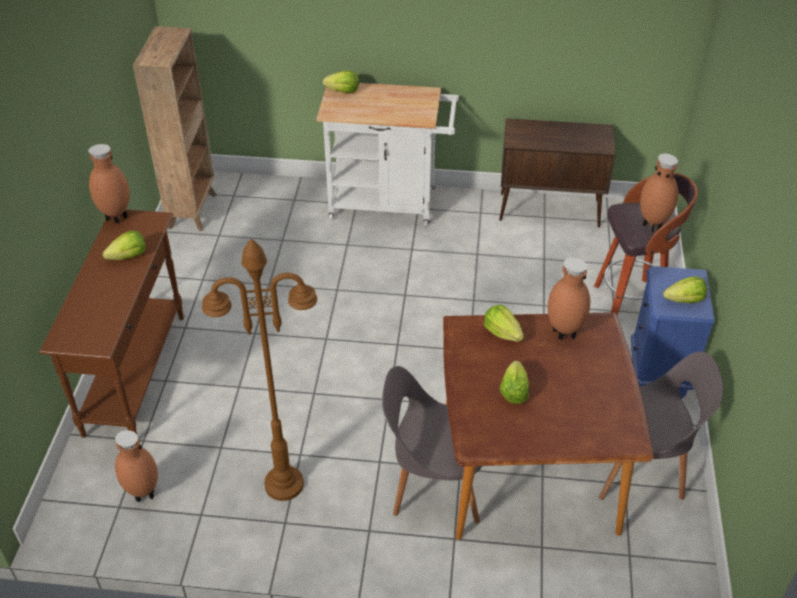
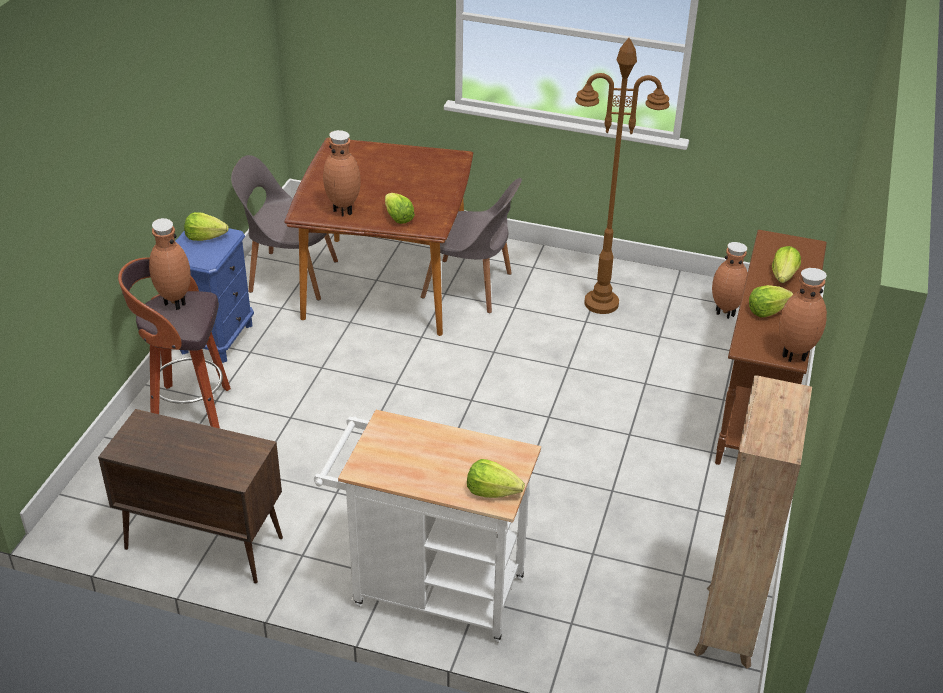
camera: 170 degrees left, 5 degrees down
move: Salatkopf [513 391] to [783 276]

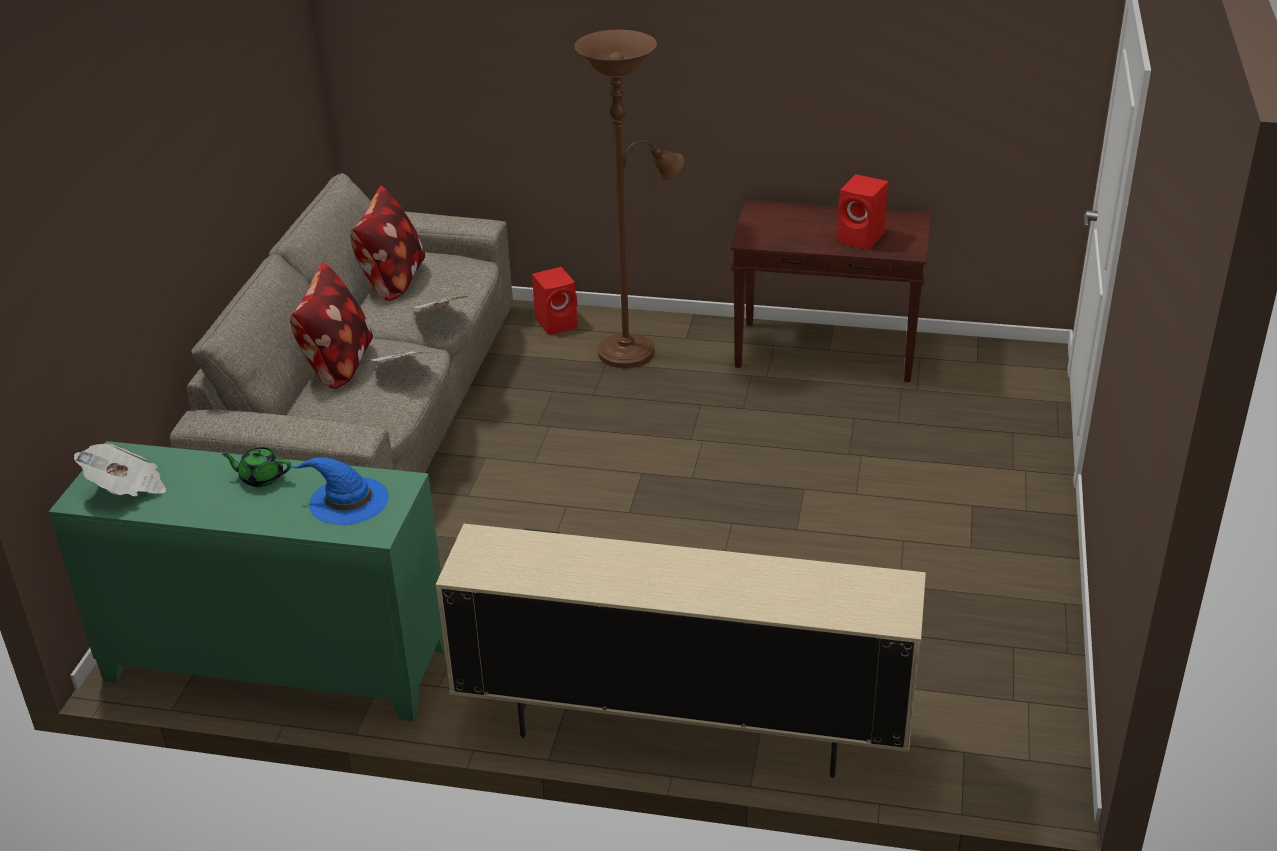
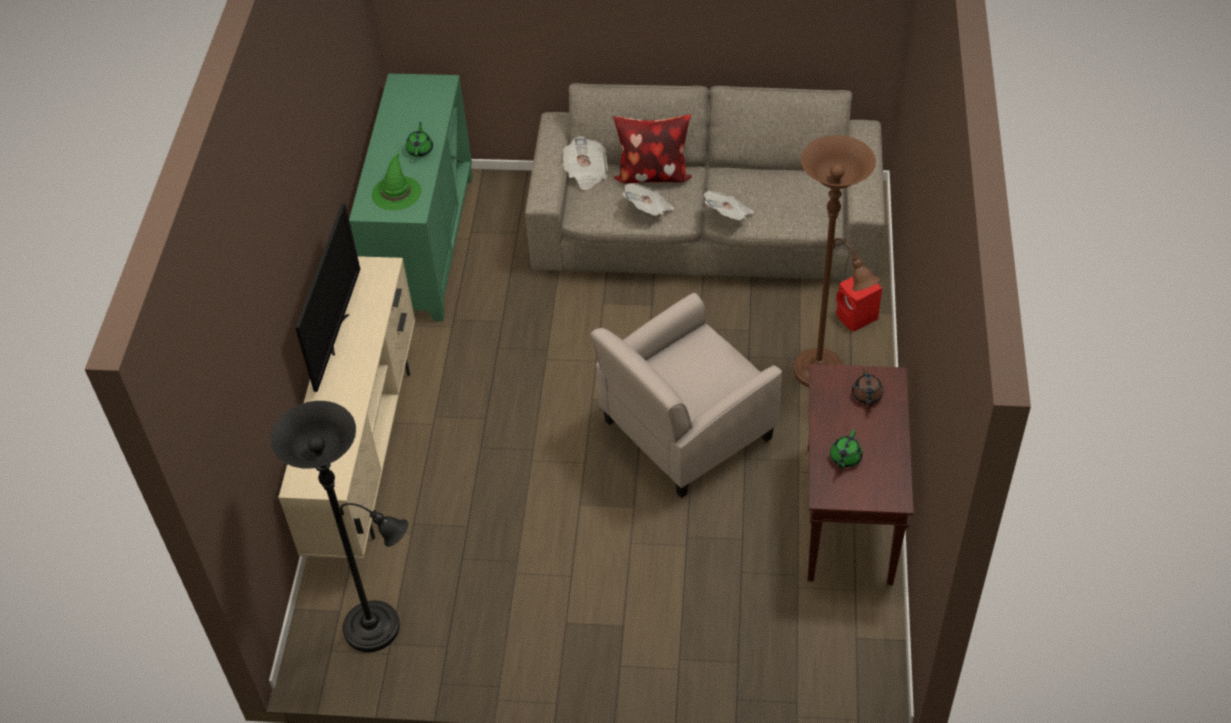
camera: 85 degrees right, 15 degrees up
delete: Kissen [391 281]
insert: Stehlampe/schwarz [379 629]; Fernseher [336 334]; Sessel/beige [685 431]; Teekanne/braun [867 396]
move: Zeitung [127 488] to [586 173]
replace: Lautsprecher/rot [862 238] to Teekanne/grün [845 458]
recolor: Hut/blau [347 501] to Hut/grün [396 192]

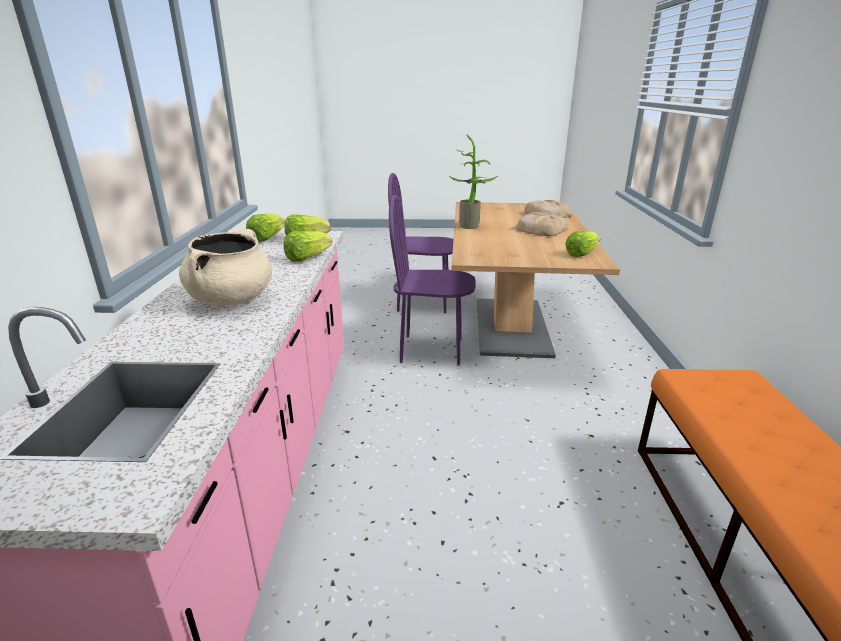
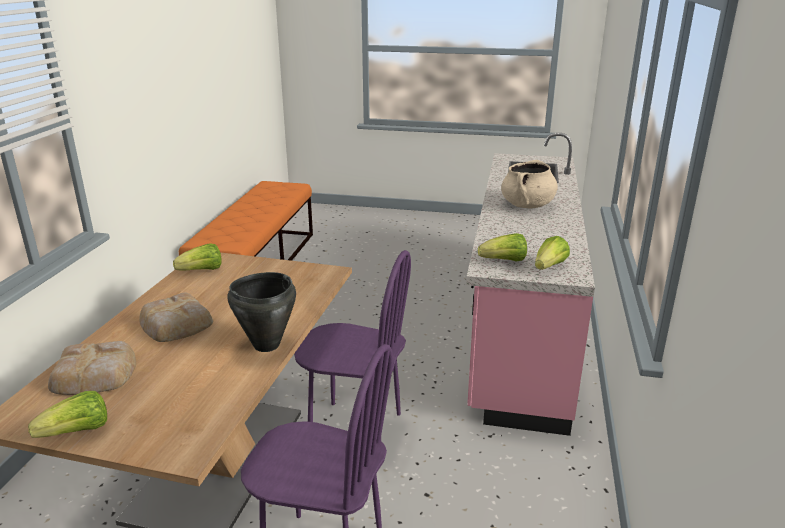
camera: 170 degrees left, 0 degrees up
move: Salatkopf [307 258] to [77 432]
replace: Topfpflanze [471 226] to Kochtopf/schwarz [266 345]

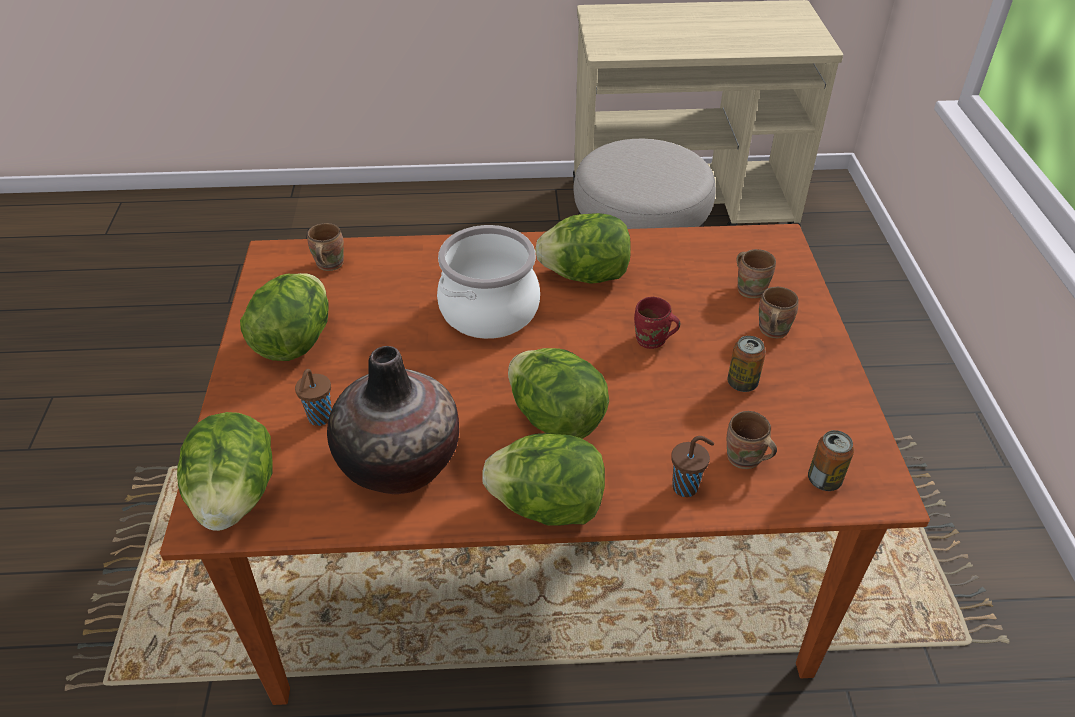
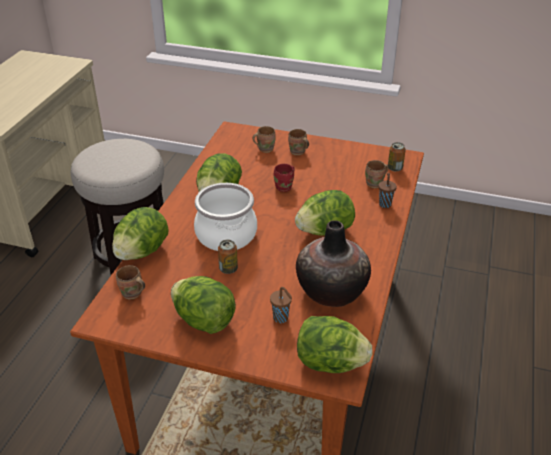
camera: 70 degrees left, 5 degrees down
move: Salatkopf [548 507] to [142 252]; Dose [742 383] to [228 269]

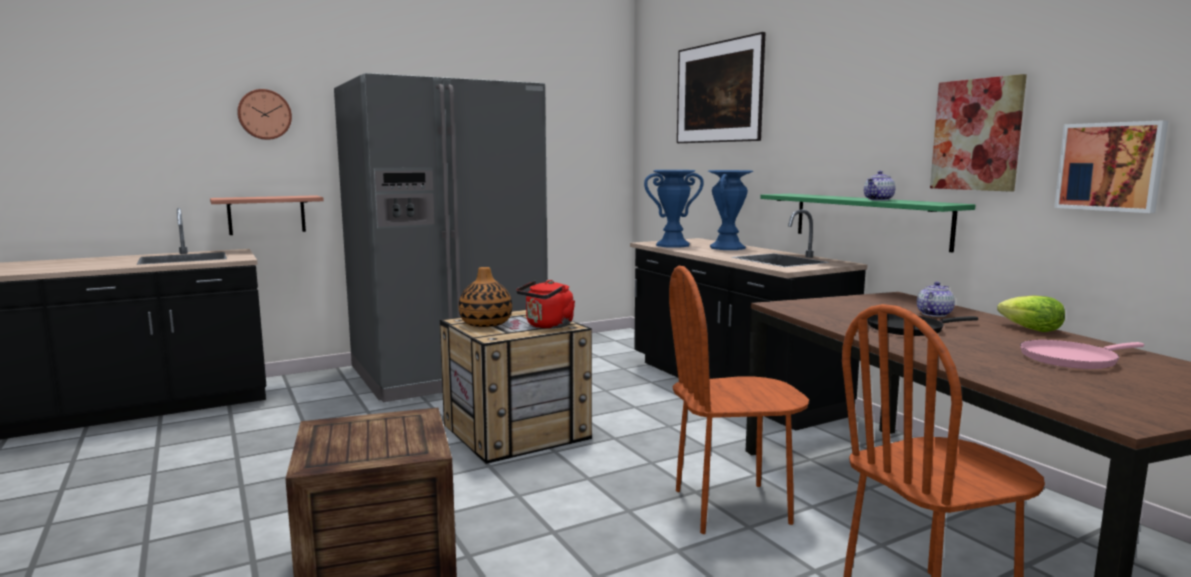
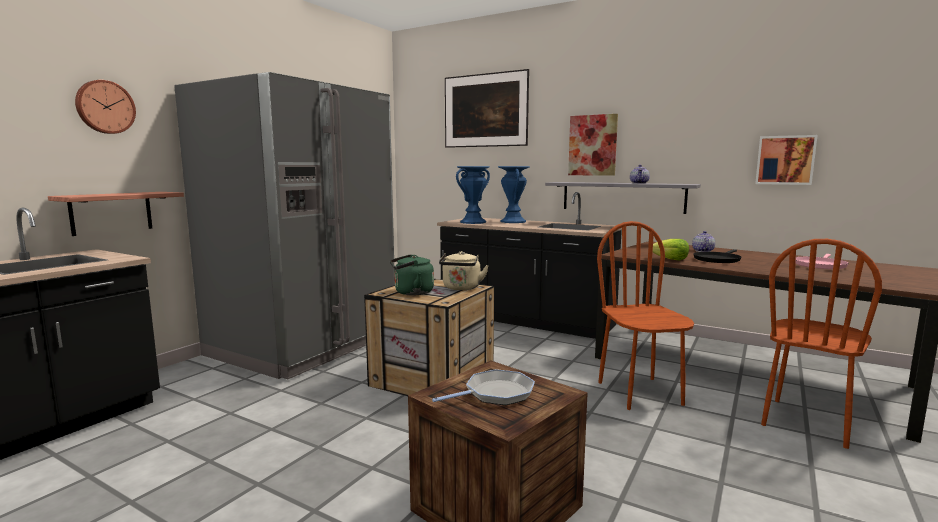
camera: 30 degrees left, 0 degrees up
insert: Pfanne [496 394]
move: Bild [977 135] to [592 145]; Salatkopf [1031 329] to [670 259]
replace: Vase [485 324] to Wasserkessel/grün [411 293]
recolor: Wasserkessel/rot [547 326] to Wasserkessel/beige [461 288]; Wandregal/grün [869 220] to Wandregal/grau [622 197]
rotate: Stuhl/braun [731 507] = [640 393] 120 degrees clockwise

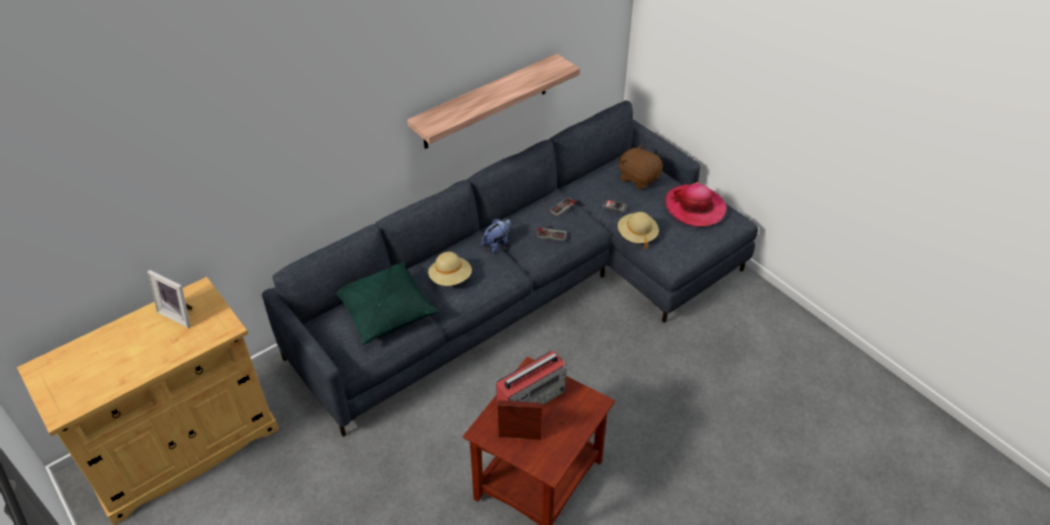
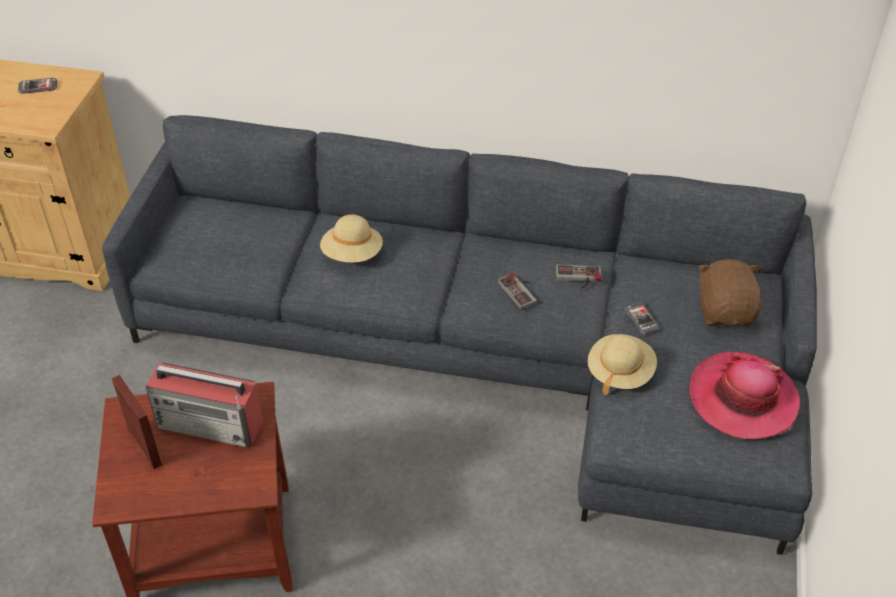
camera: 50 degrees right, 0 degrees up
delete: Kissen/grün [385 311]; Wandregal [486 102]; Plüschtier [497 243]
replace: Bilderrahmen [179 314] to Handy [38 87]

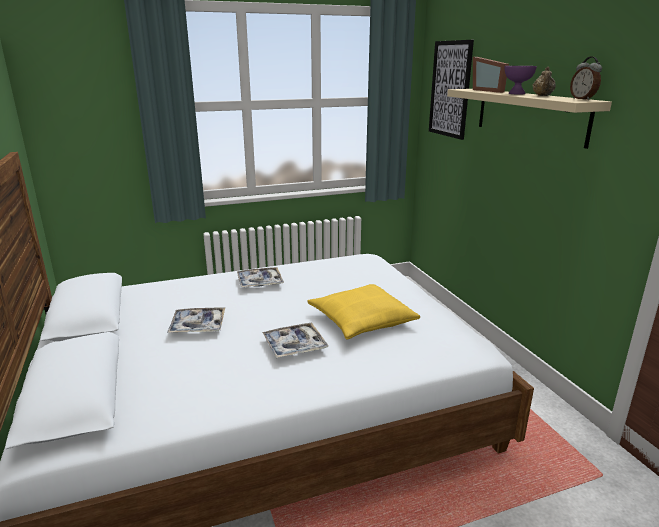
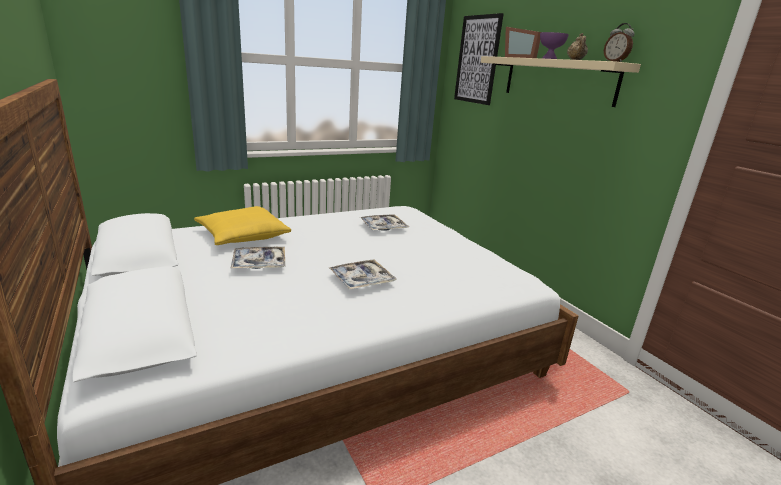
camera: 10 degrees left, 0 degrees up
move: Kissen/gelb [361 320] to [242 235]; Tablett [260 282] to [383 227]

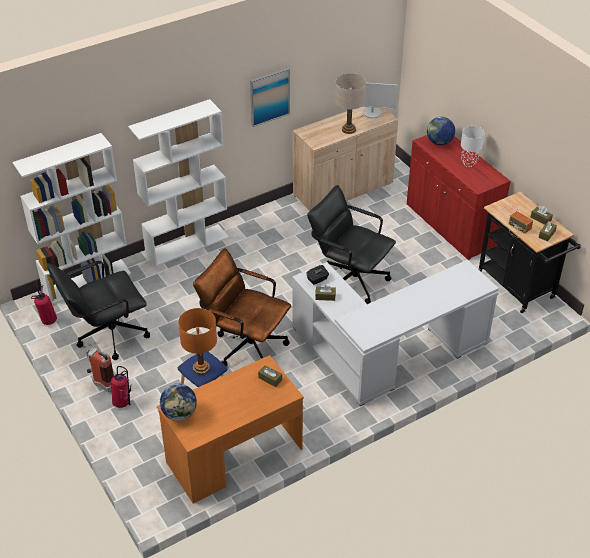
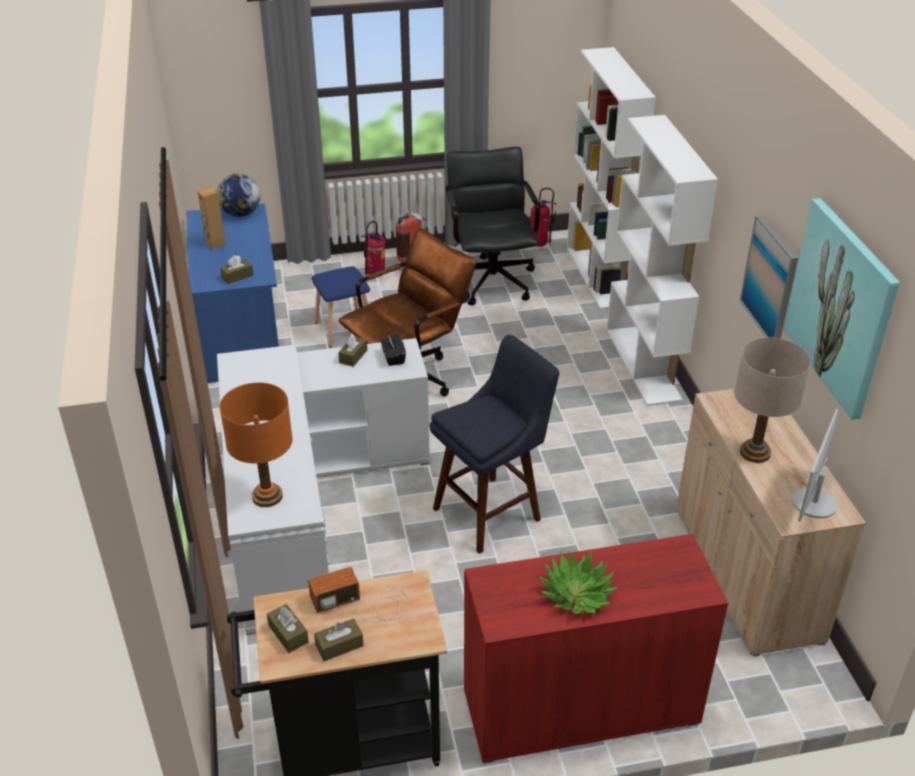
camera: 110 degrees right, 5 degrees down
delete: Globus [439 142]
insert: Lautsprecher/braun [215 243]; Bild [841 306]
move: Tischlampe/orange [201 368] to [267 496]
replace: Bürostuhl/schwarz [349 278] to Hocker/blau [492 511]; Tischlampe/weiß [468 163] to Topfpflanze [576 594]
recolor: Schreibtisch/orange [234 455] to Schreibtisch/blau [241 333]

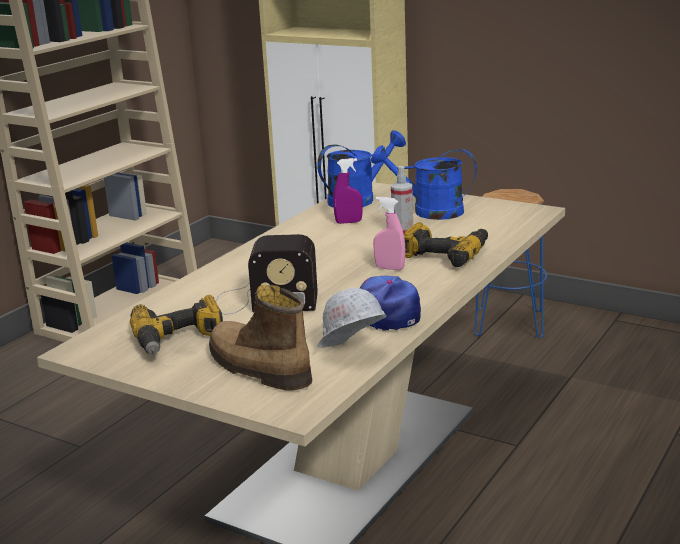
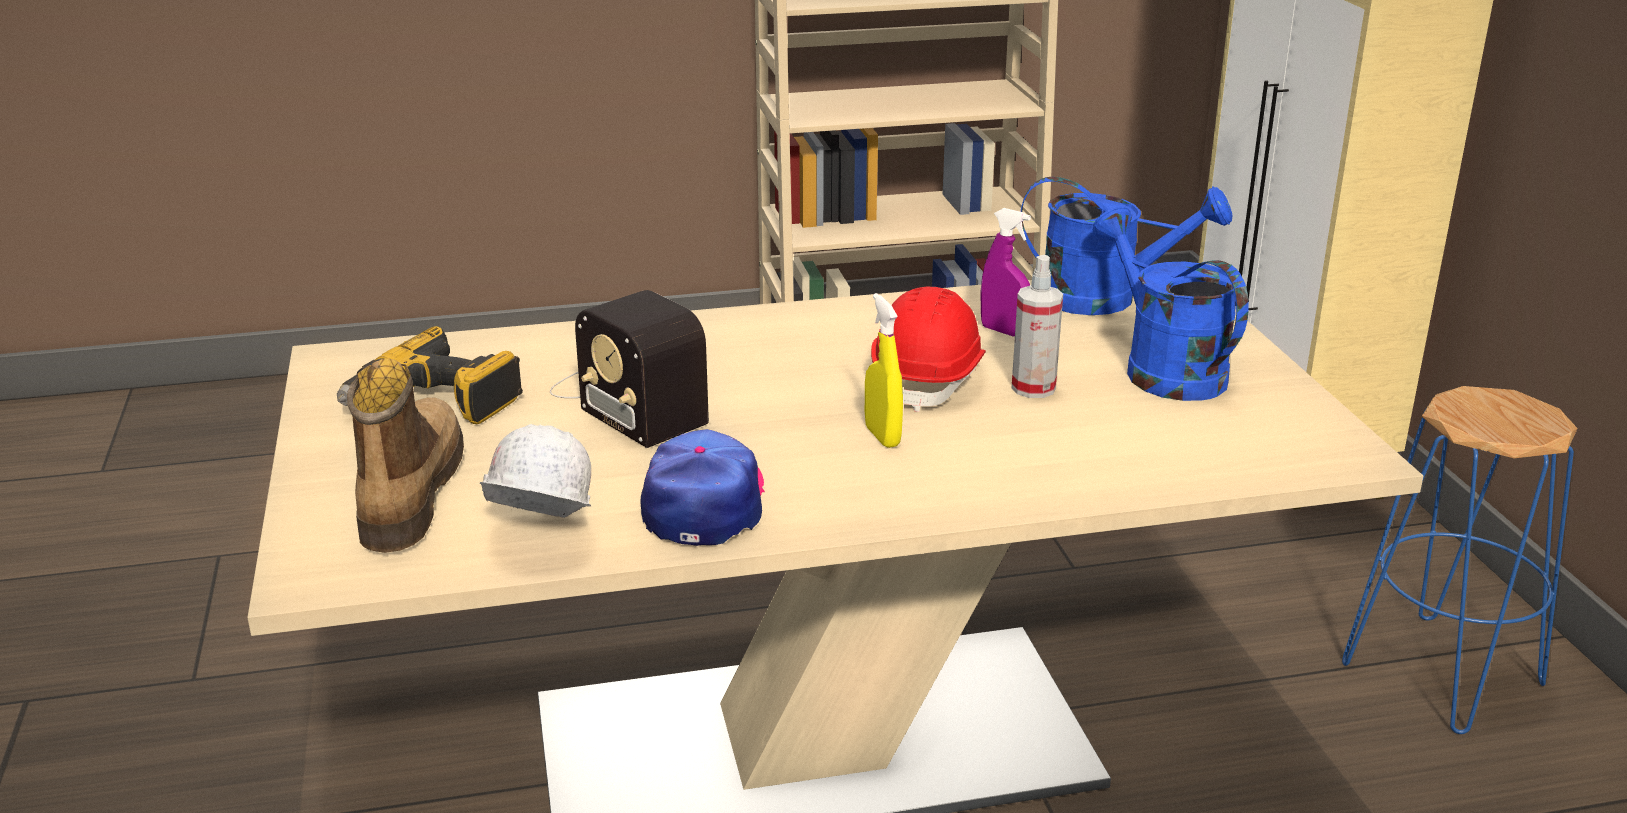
camera: 45 degrees right, 5 degrees up
delete: Bohrmaschine [446 254]
insert: Schutzhelm/rot [929 378]
recolor: Sprühflasche/rosa [389 268] to Sprühflasche/gelb [882 436]

